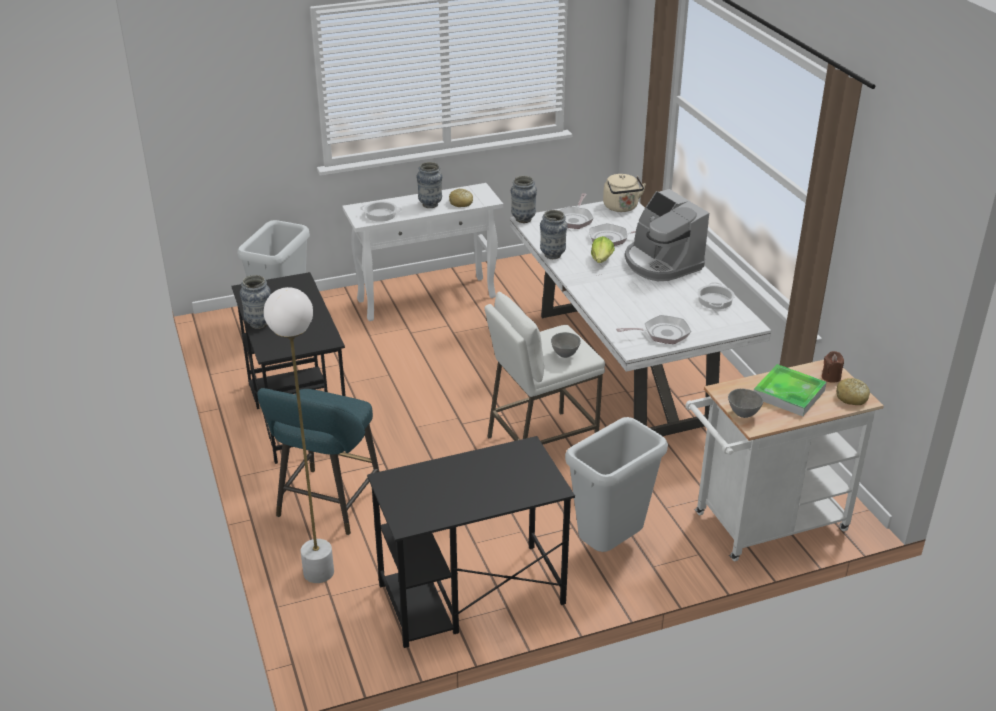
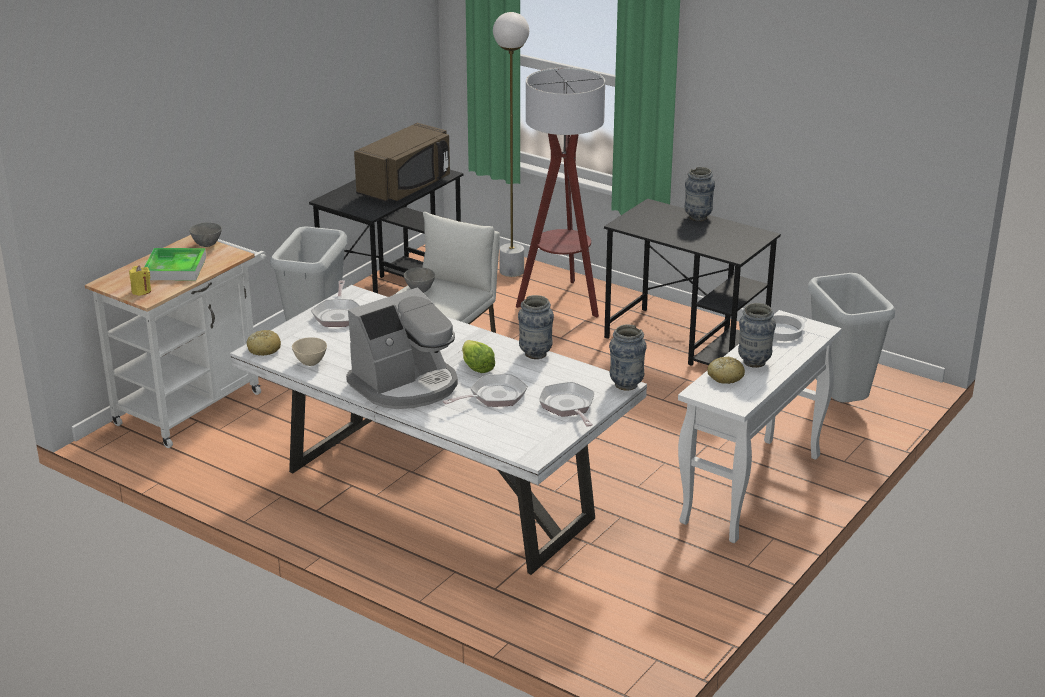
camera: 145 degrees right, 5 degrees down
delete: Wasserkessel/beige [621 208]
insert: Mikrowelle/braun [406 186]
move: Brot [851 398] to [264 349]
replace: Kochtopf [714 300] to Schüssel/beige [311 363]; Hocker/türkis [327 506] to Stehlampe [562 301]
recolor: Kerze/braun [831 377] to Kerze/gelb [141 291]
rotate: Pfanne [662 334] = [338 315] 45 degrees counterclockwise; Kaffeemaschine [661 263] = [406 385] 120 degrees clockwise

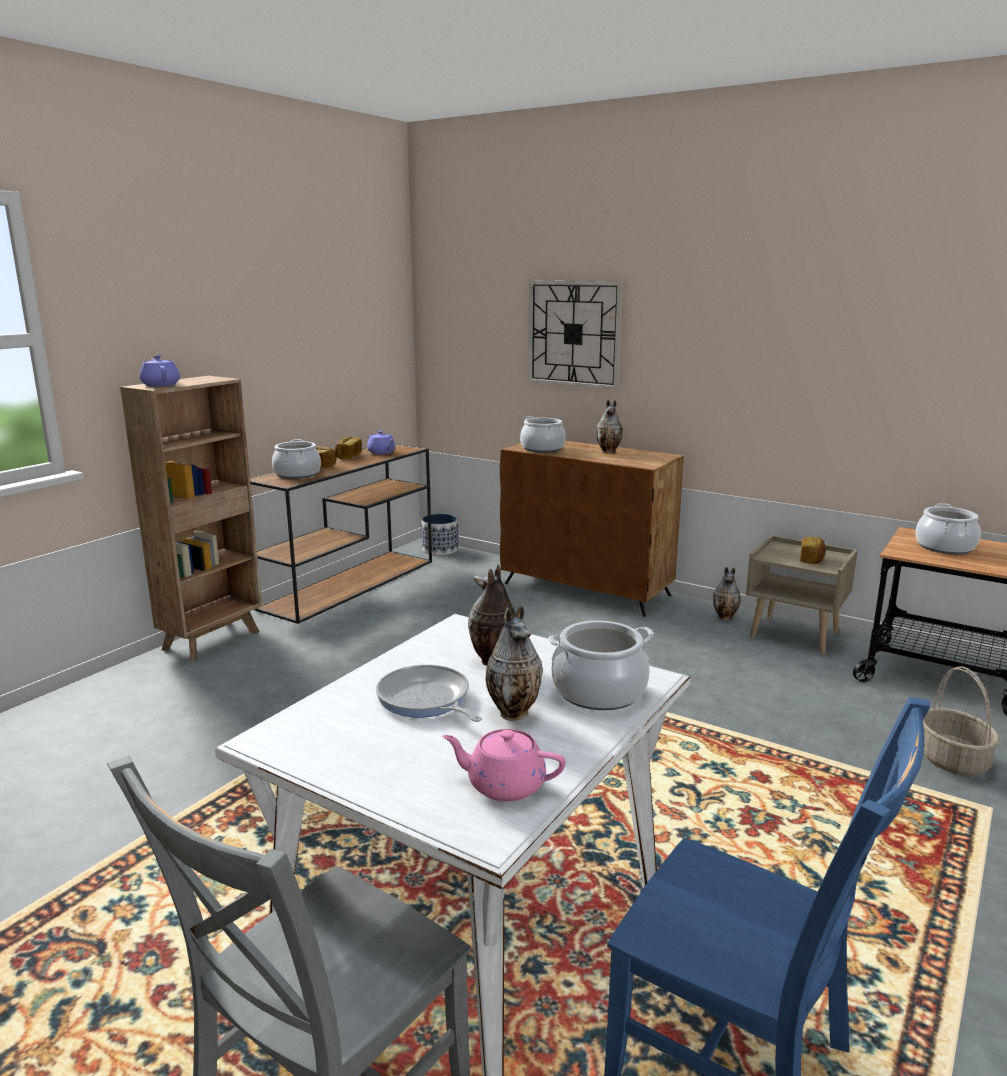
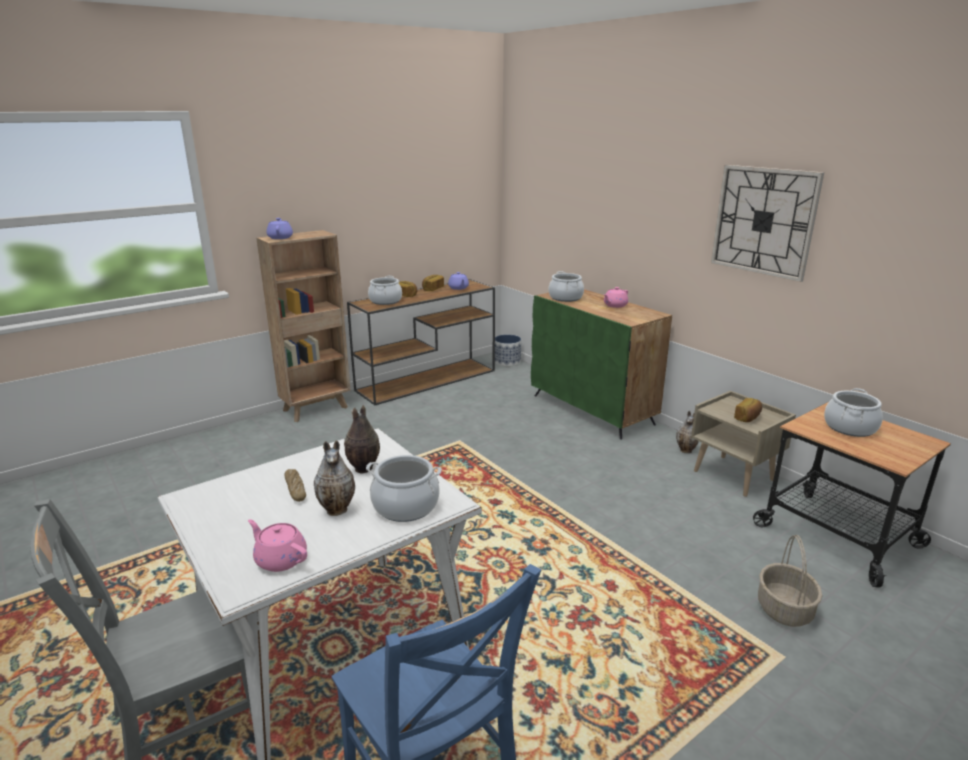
camera: 20 degrees right, 5 degrees up
move: Wanduhr [574 334] to [763 221]
replace: Pfanne [426 700] to Brot [295 489]; Vase [609 451] to Teekanne/rosa [614 305]
recolor: Schrank/braun [587 589] to Schrank/grün [593 409]

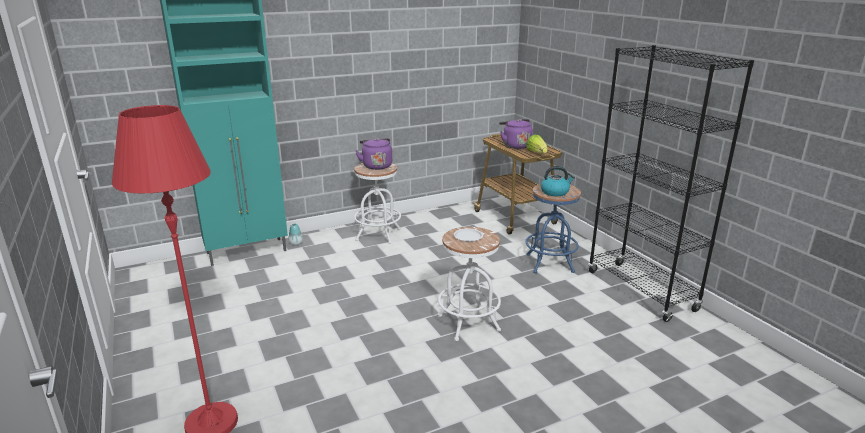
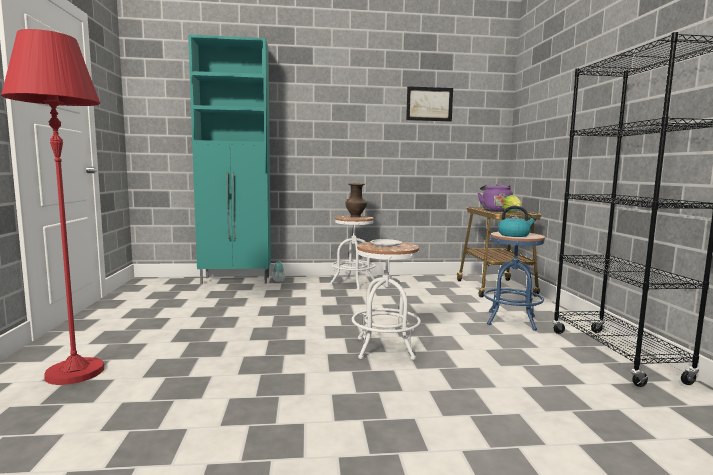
camera: 20 degrees right, 15 degrees down
insert: Bild [429 104]
replace: Wasserkessel/lila [376 166] to Vase/braun [356 216]

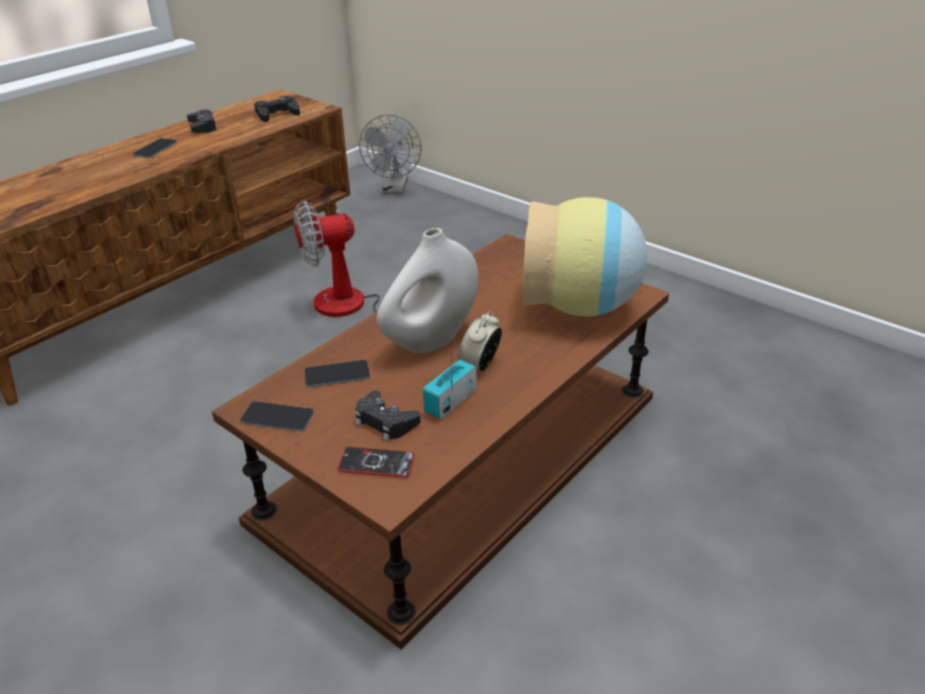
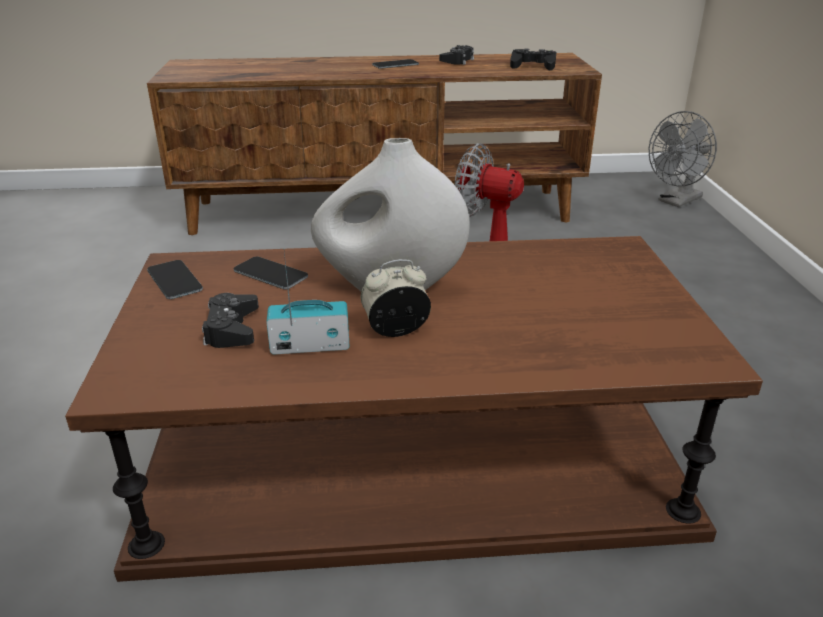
camera: 45 degrees right, 5 degrees down
delete: Handy [376 463]; Vase [580 306]

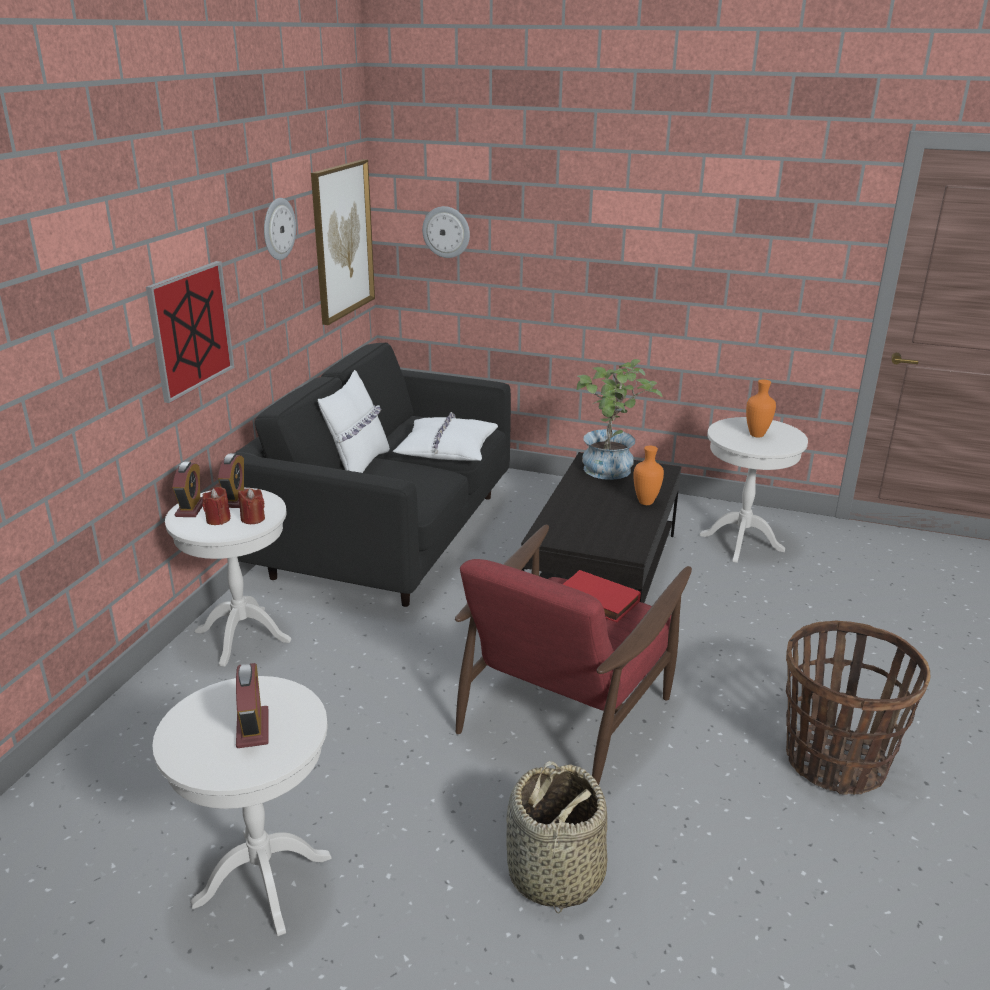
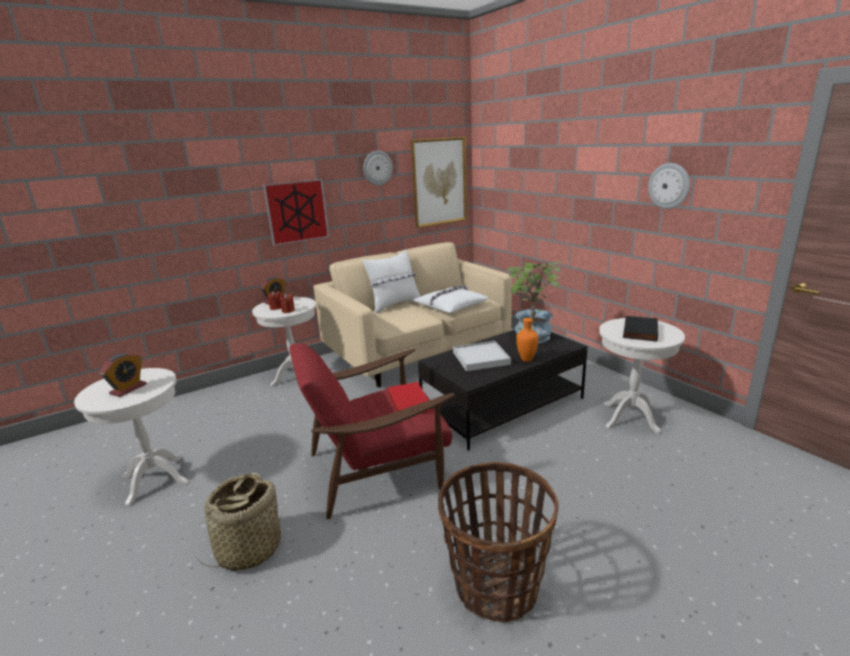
camera: 40 degrees right, 5 degrees down
delete: Wecker [235 499]
insert: Tablett/weiß [481 358]
move: Wanduhr [446 232] to [669 186]
replace: Vase/orange [755 435] to Buch/schwarz [638 331]
recolor: Sofa/schwarz [388 535] to Sofa/beige [417 352]

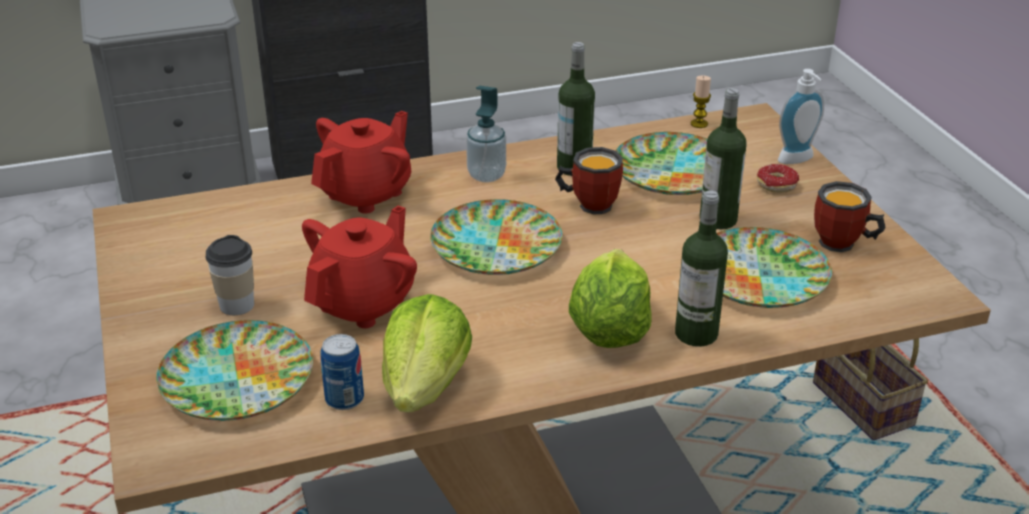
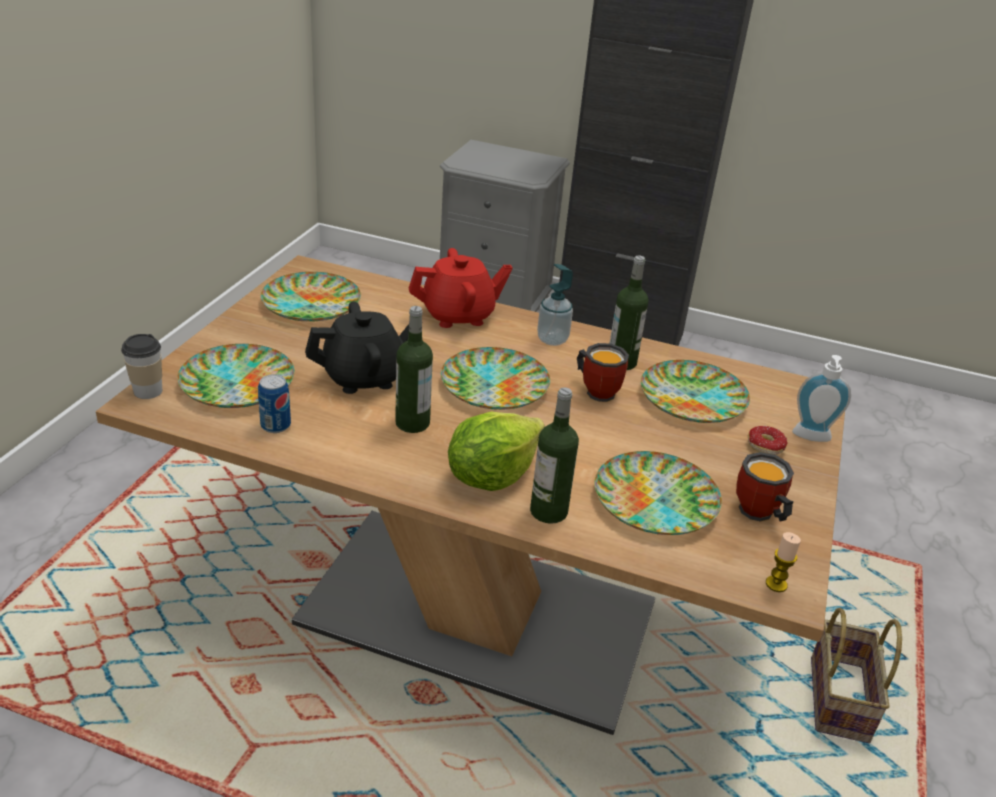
camera: 35 degrees right, 0 degrees up
delete: Salatkopf [426 386]
insert: Teller [311 304]
move: Tasse [237 305] to [148 391]; Flasche [718 219] to [412 423]; Kerze [699 124] to [776 584]
recolor: Teekanne/rot [363 303] to Teekanne/schwarz [364 377]

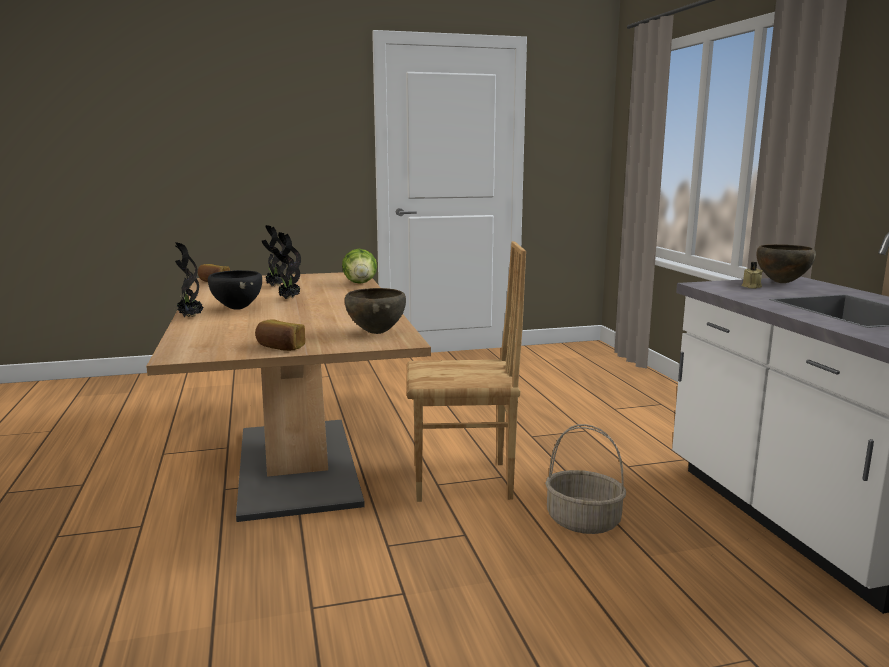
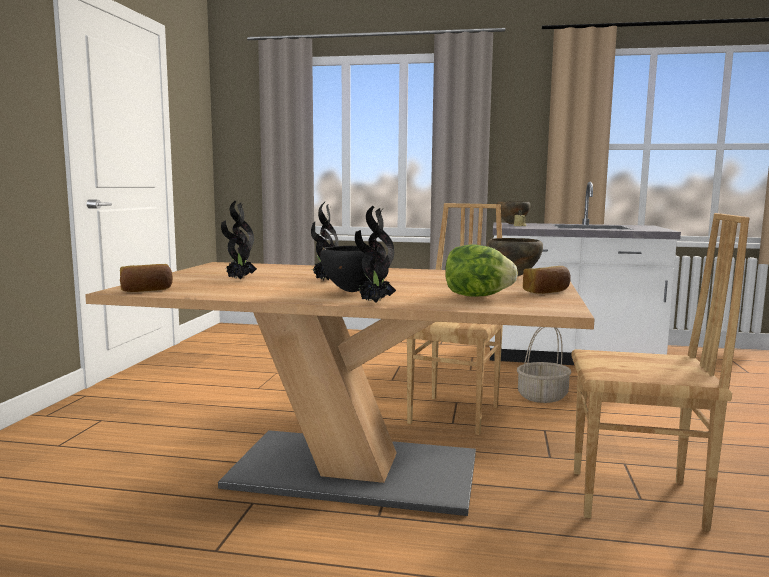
camera: 65 degrees left, 5 degrees down
insert: Stuhl/braun [637 500]
move: Salatkopf [360 283] to [477 296]

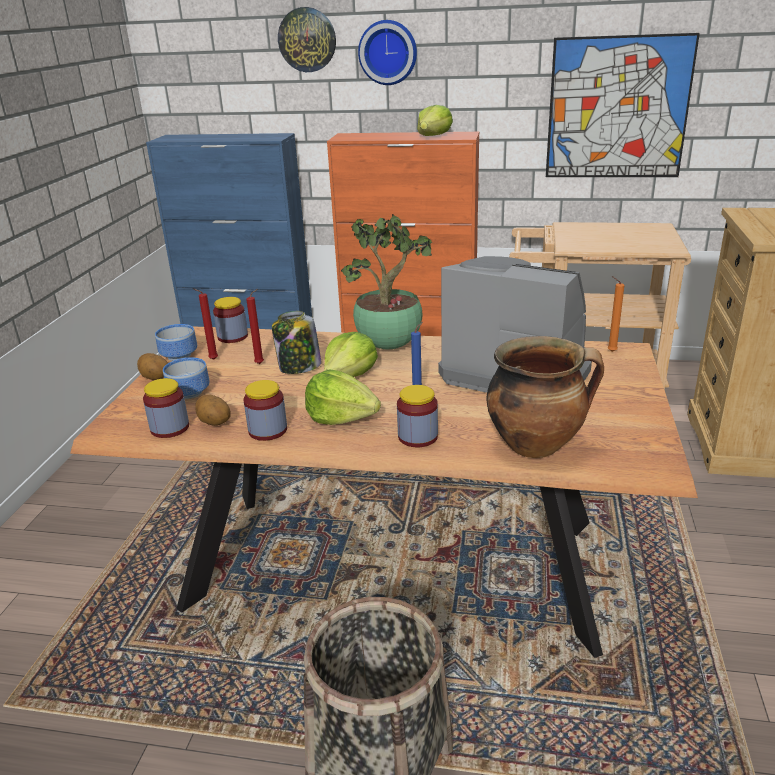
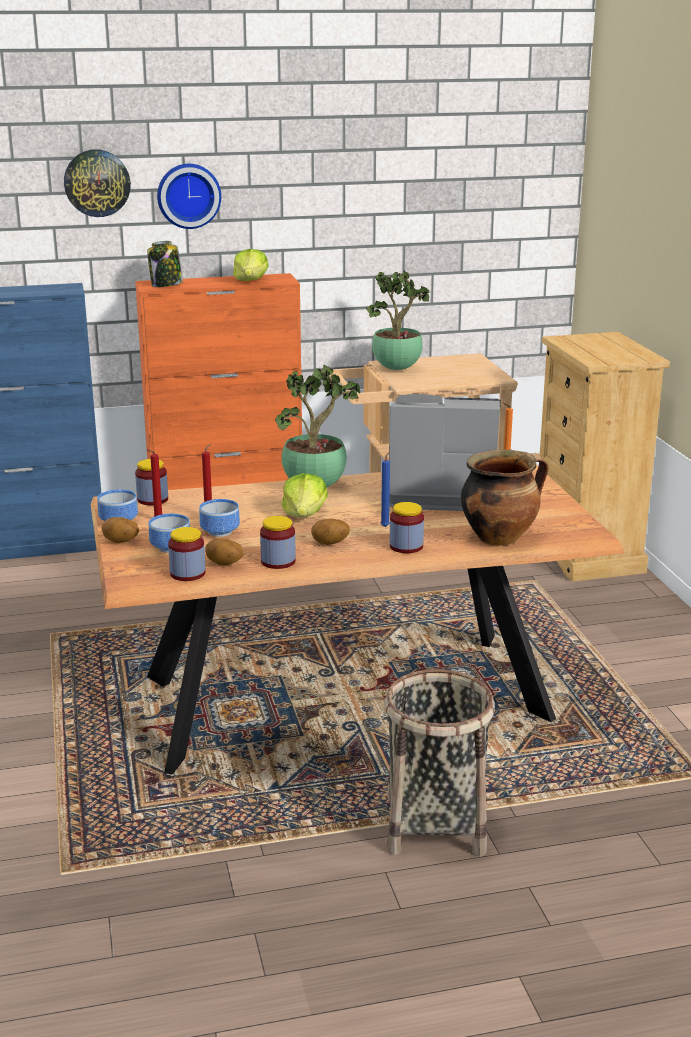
camera: 25 degrees left, 5 degrees down
delete: Bild [617 109]
insert: Schüssel [218 532]; Topfpflanze [398 369]
move: Vorratsglas [299 367] to [166 285]
replace: Salatkopf [341 417] to Kartoffel [330 543]

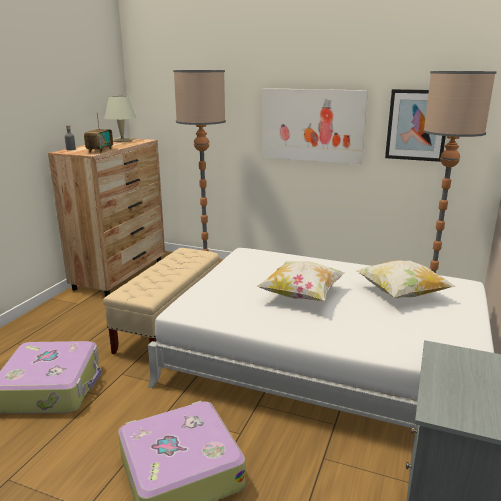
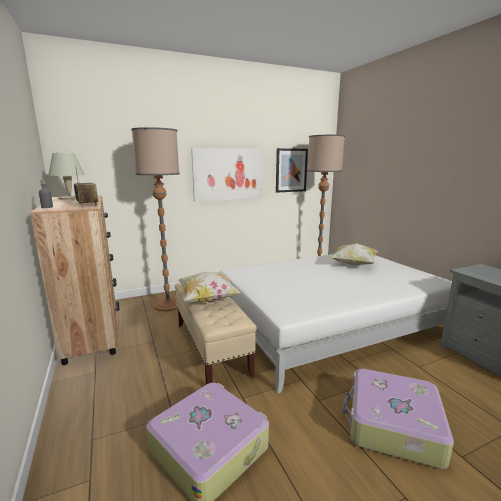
camera: 45 degrees left, 5 degrees down
move: Kissen [302 295] to [208 299]

